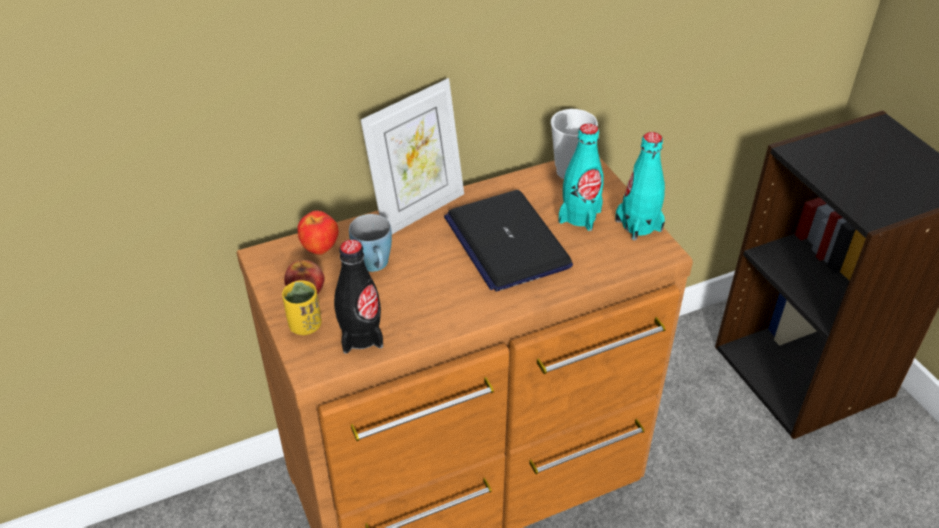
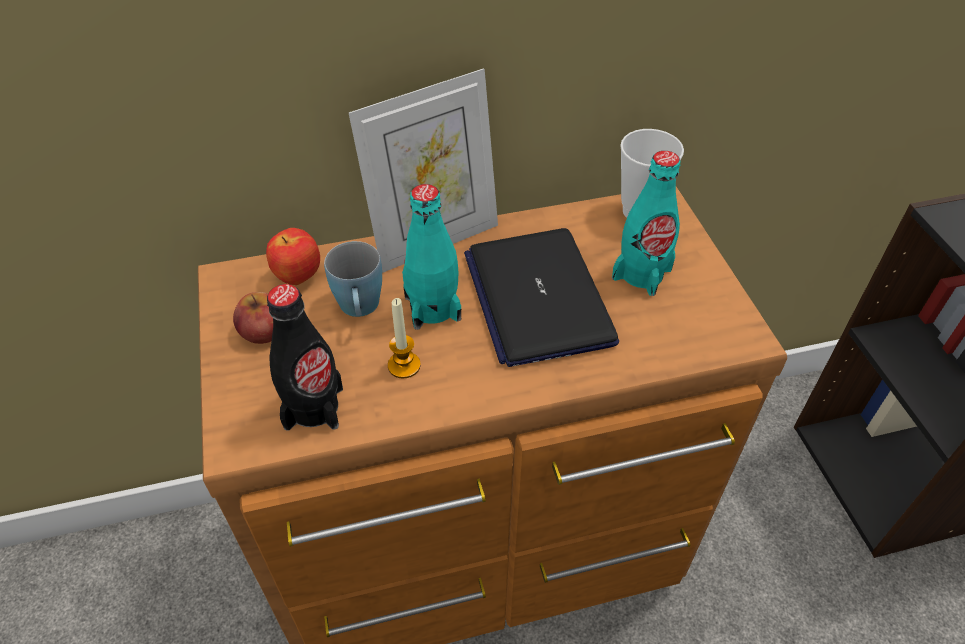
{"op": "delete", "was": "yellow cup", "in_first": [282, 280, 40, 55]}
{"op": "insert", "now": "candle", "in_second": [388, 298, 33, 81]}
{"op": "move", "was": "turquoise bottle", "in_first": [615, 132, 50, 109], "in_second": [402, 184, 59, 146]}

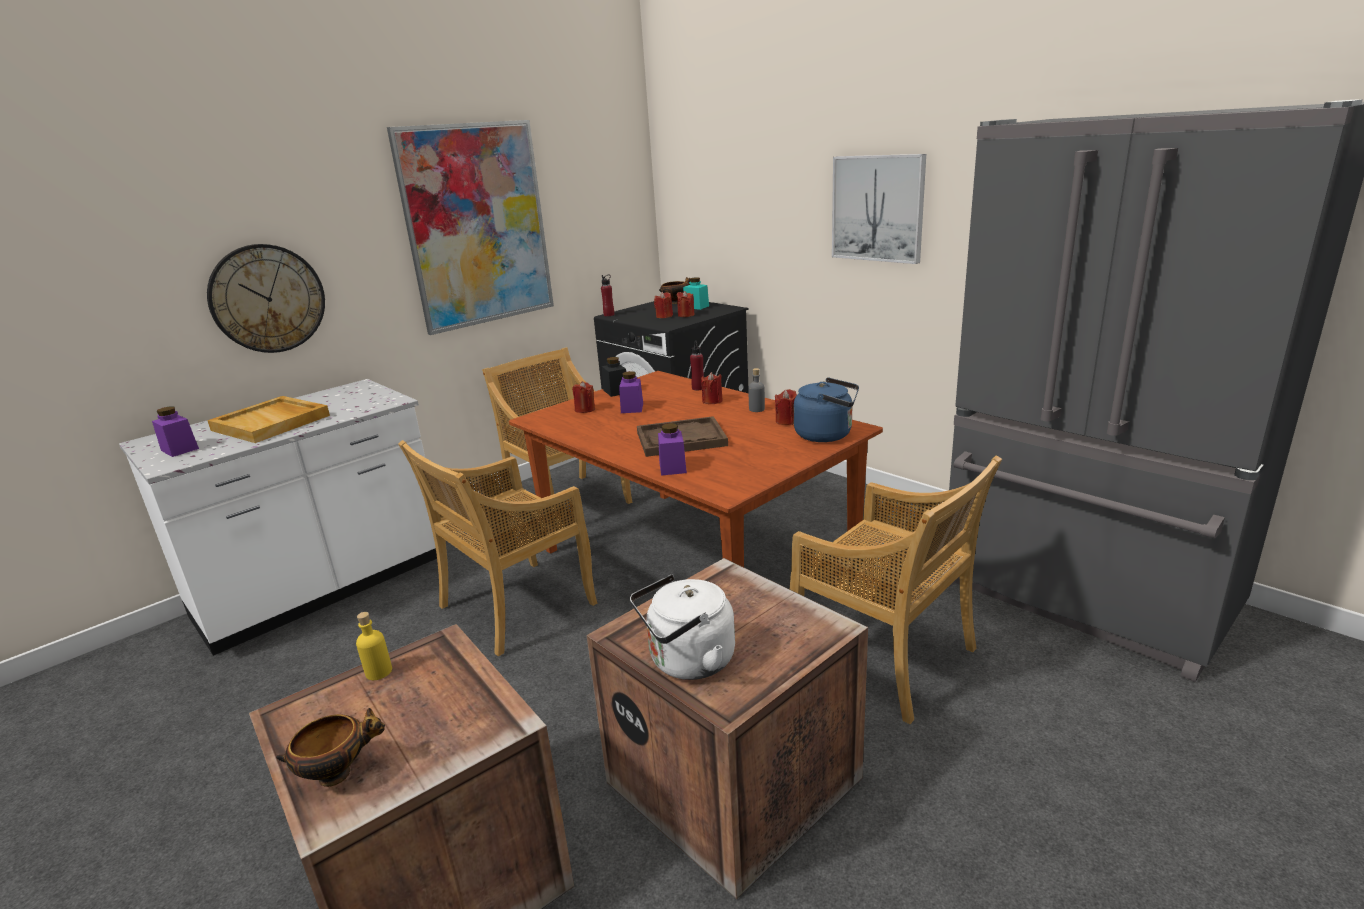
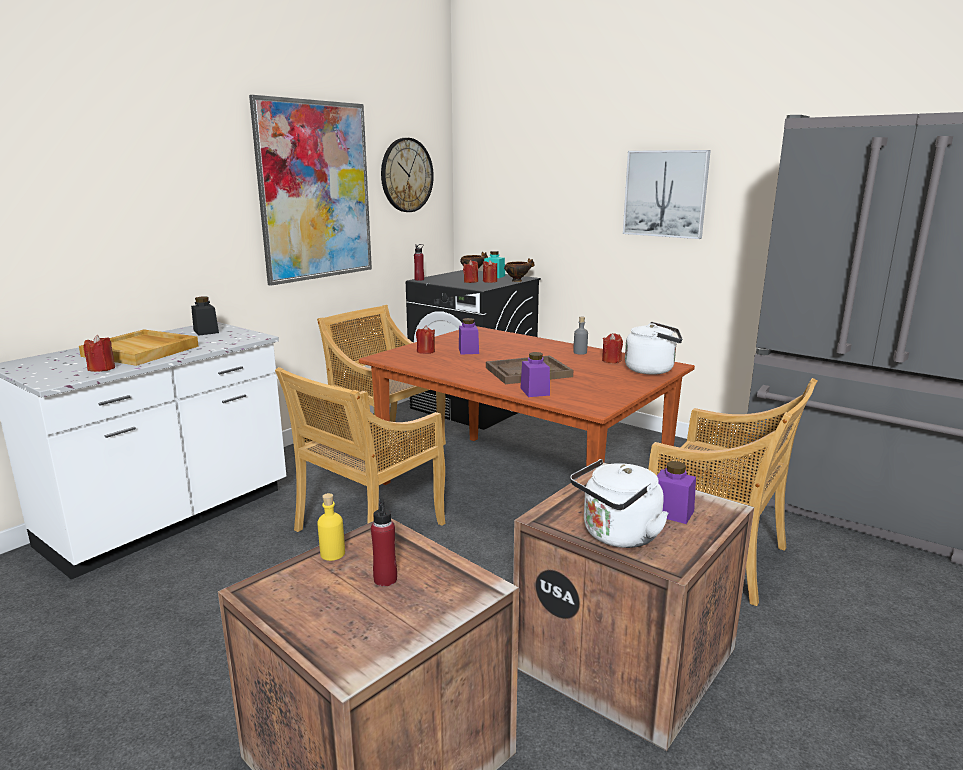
{"op": "move", "was": "purple jar", "in_first": [152, 406, 47, 51], "in_second": [657, 461, 39, 63]}
{"op": "move", "was": "wall clock", "in_first": [207, 244, 118, 109], "in_second": [381, 138, 53, 74]}
{"op": "move", "was": "bowl", "in_first": [276, 708, 109, 79], "in_second": [504, 258, 31, 24]}
{"op": "move", "was": "black jar", "in_first": [602, 357, 24, 40], "in_second": [191, 296, 28, 40]}
{"op": "move", "was": "red bottle", "in_first": [690, 340, 14, 51], "in_second": [371, 497, 26, 89]}
{"op": "move", "was": "red candle", "in_first": [701, 372, 22, 32], "in_second": [83, 335, 32, 37]}
{"op": "recolor", "was": "blue kettle", "now": "white kettle", "in_first": [794, 377, 65, 65], "in_second": [625, 322, 58, 53]}

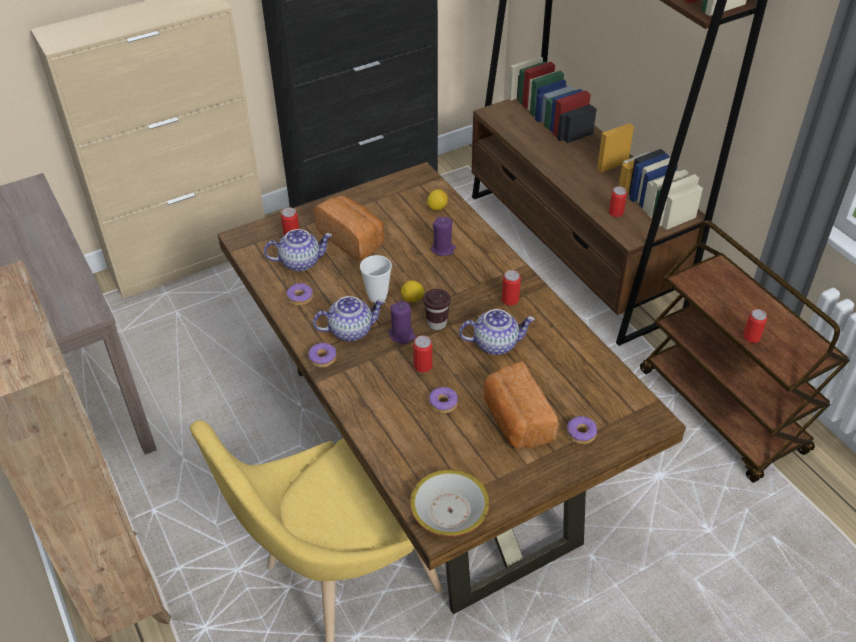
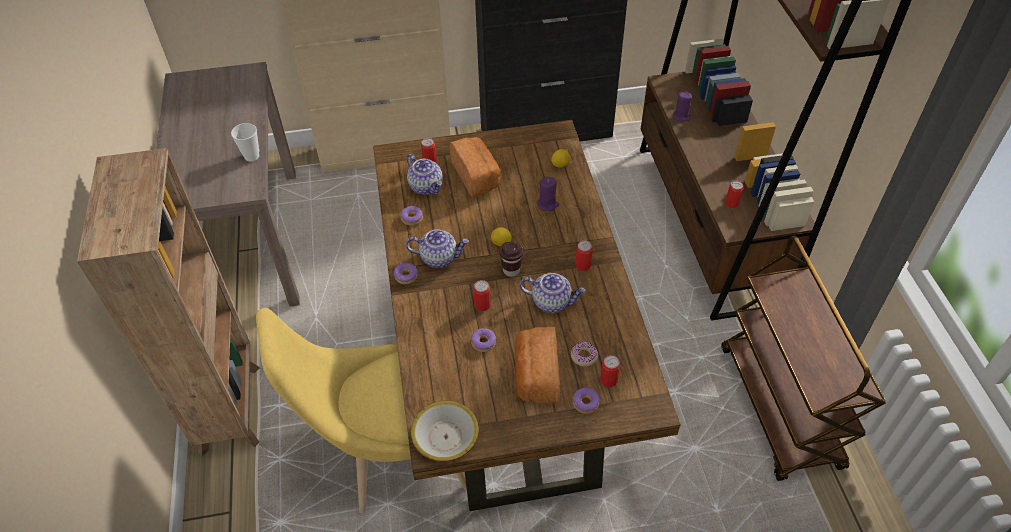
{"op": "insert", "now": "donut", "in_second": [571, 341, 27, 26]}
{"op": "move", "was": "cup", "in_first": [360, 255, 32, 48], "in_second": [231, 123, 28, 39]}
{"op": "move", "was": "purple candle", "in_first": [389, 301, 27, 43], "in_second": [673, 91, 19, 31]}
{"op": "move", "was": "can", "in_first": [743, 309, 24, 34], "in_second": [600, 355, 20, 32]}
{"op": "rotate", "was": "teapot", "in_first": [264, 229, 68, 42], "in_second": [407, 154, 36, 41], "clockwise": 45}

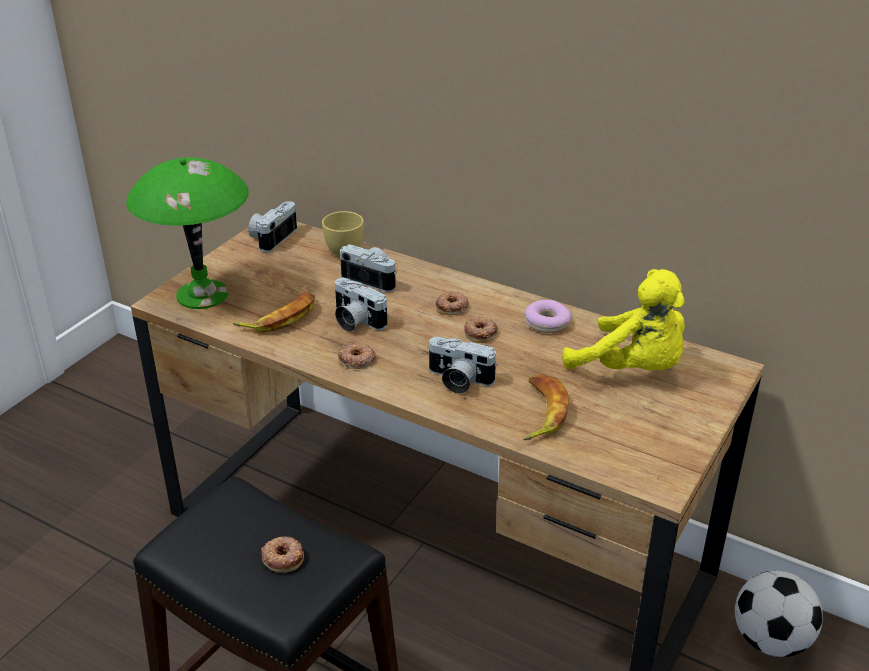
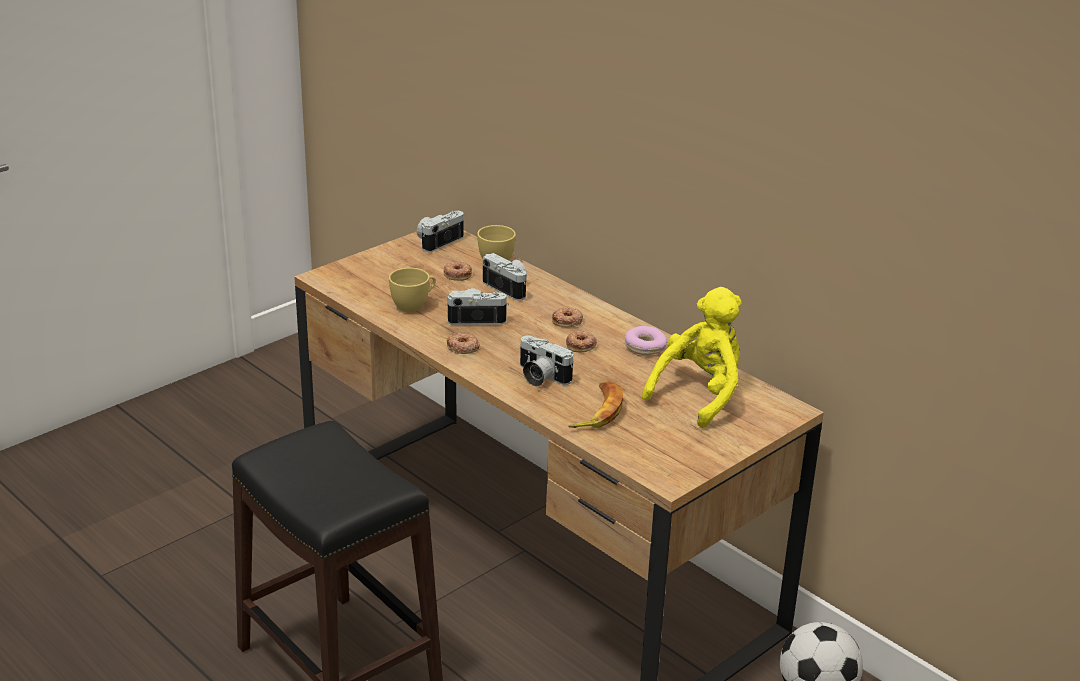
{"op": "delete", "was": "green table lamp", "in_first": [126, 157, 123, 152]}
{"op": "move", "was": "donut", "in_first": [261, 536, 43, 36], "in_second": [443, 261, 29, 20]}
{"op": "replace", "was": "banana", "now": "yellow cup", "in_first": [233, 293, 82, 39], "in_second": [389, 268, 47, 44]}
{"op": "rotate", "was": "photo camera", "in_first": [335, 278, 52, 54], "in_second": [445, 288, 64, 37], "clockwise": 120}
{"op": "rotate", "was": "yellow plush toy", "in_first": [562, 269, 123, 101], "in_second": [642, 287, 100, 141], "clockwise": -105}

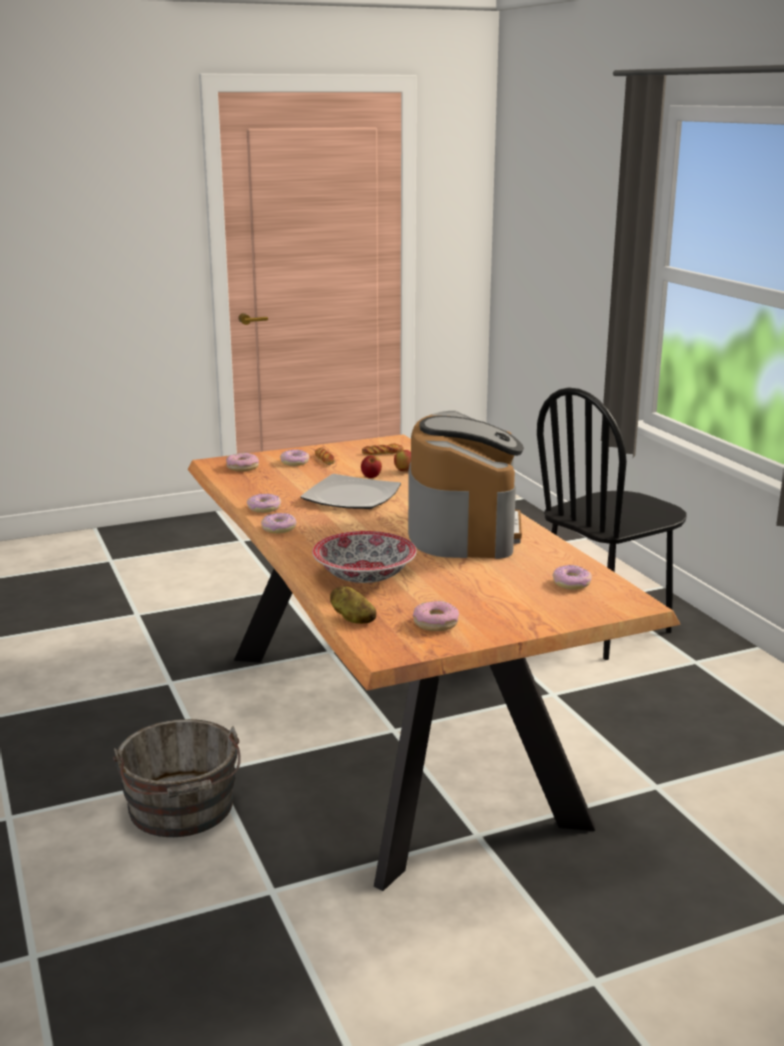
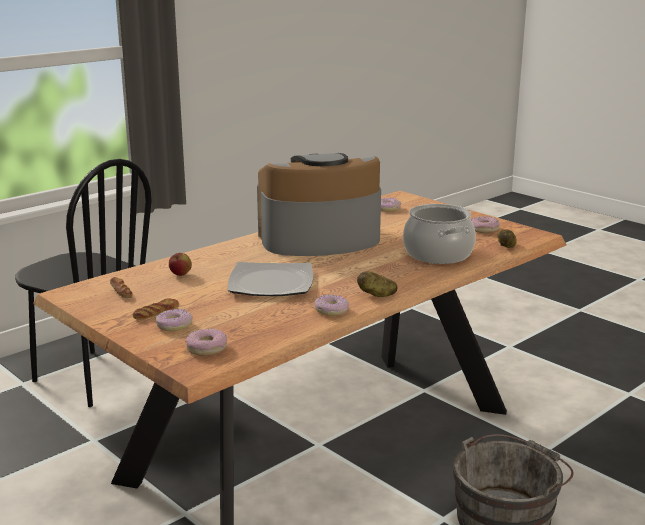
{"op": "delete", "was": "apple", "in_first": [361, 455, 21, 23]}
{"op": "replace", "was": "donut", "now": "potato", "in_first": [261, 513, 35, 21], "in_second": [357, 271, 41, 26]}
{"op": "replace", "was": "bowl", "now": "cooking pot", "in_first": [312, 531, 105, 52], "in_second": [403, 204, 73, 60]}

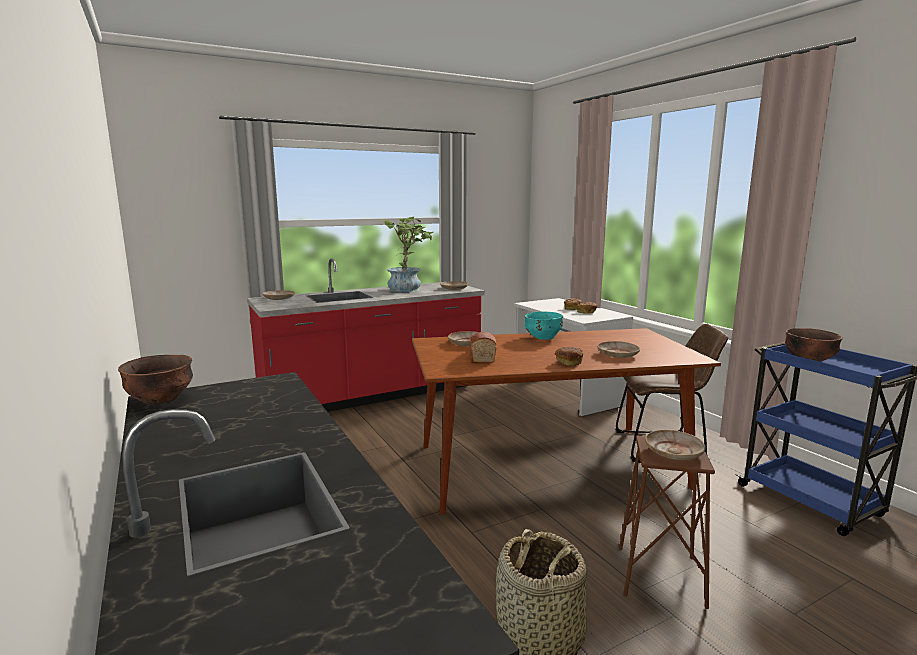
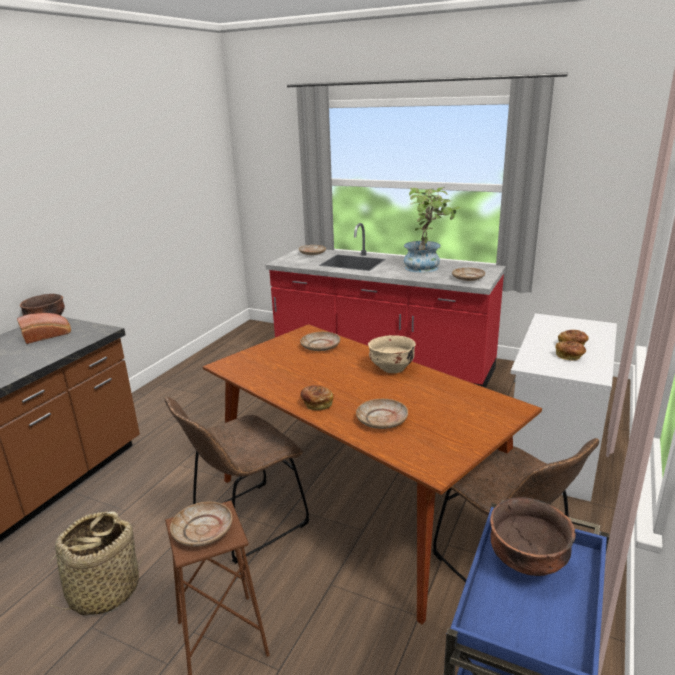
{"op": "insert", "now": "brown chair", "in_second": [165, 397, 145, 167]}
{"op": "move", "was": "bread", "in_first": [470, 332, 27, 31], "in_second": [17, 313, 54, 31]}
{"op": "recolor", "was": "turquoise bowl", "now": "beige bowl", "in_first": [524, 312, 40, 28], "in_second": [368, 335, 48, 38]}

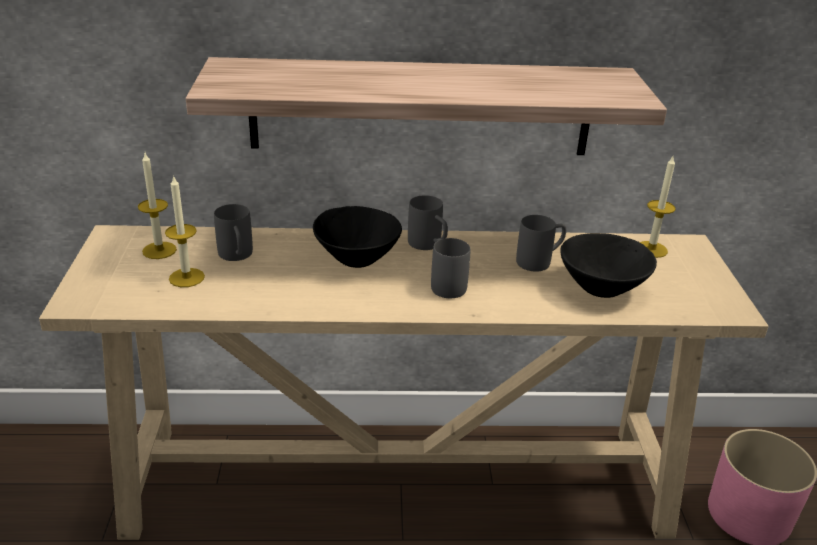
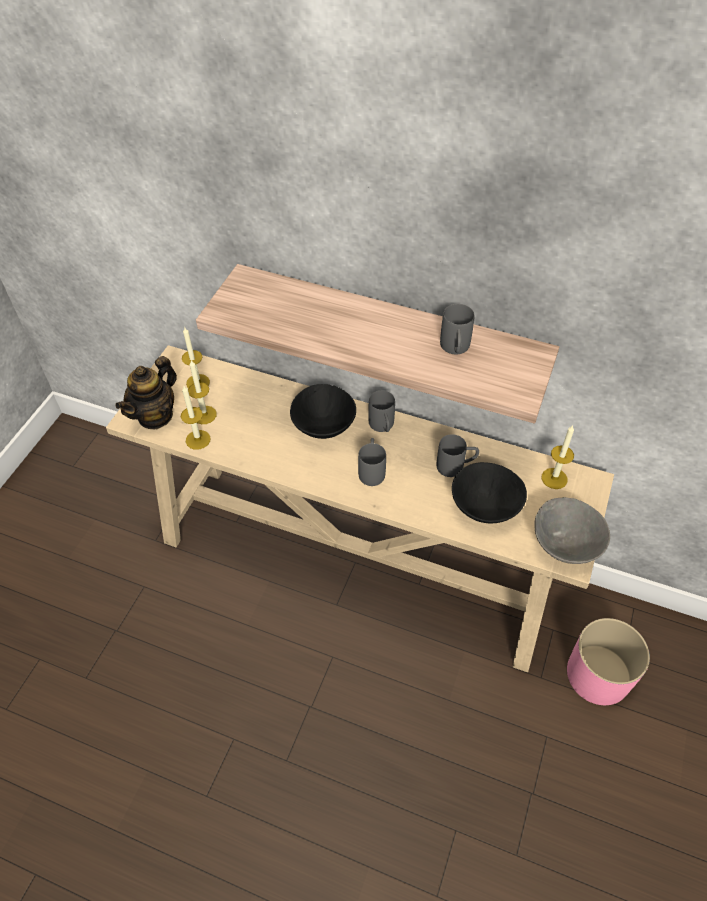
{"op": "insert", "now": "teapot", "in_second": [115, 356, 62, 74]}
{"op": "insert", "now": "candle", "in_second": [181, 386, 30, 64]}
{"op": "insert", "now": "grey bowl", "in_second": [534, 497, 76, 67]}
{"op": "move", "was": "grey mug", "in_first": [214, 204, 39, 57], "in_second": [440, 304, 34, 50]}

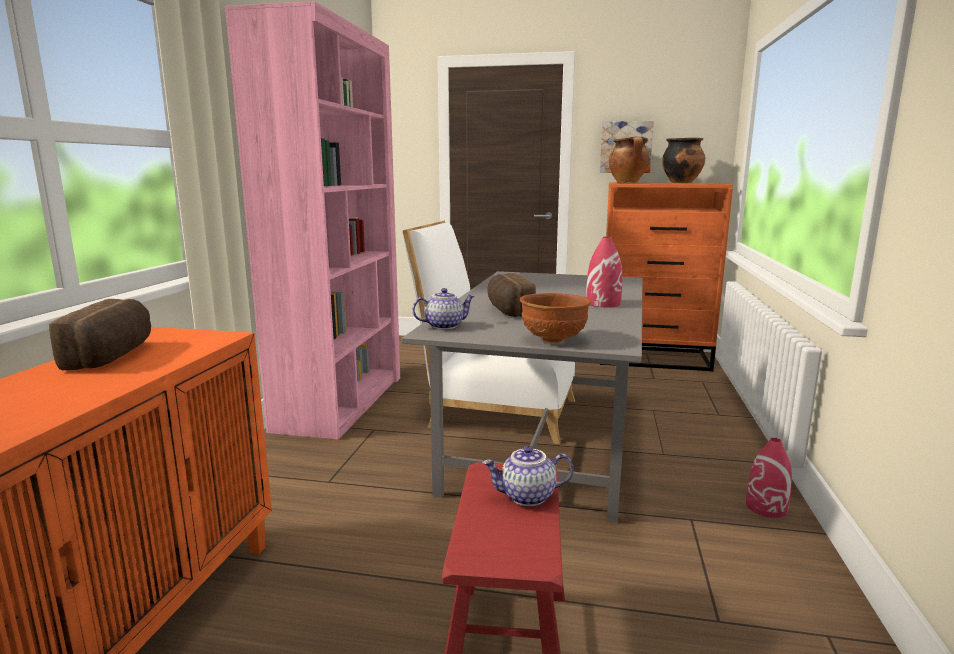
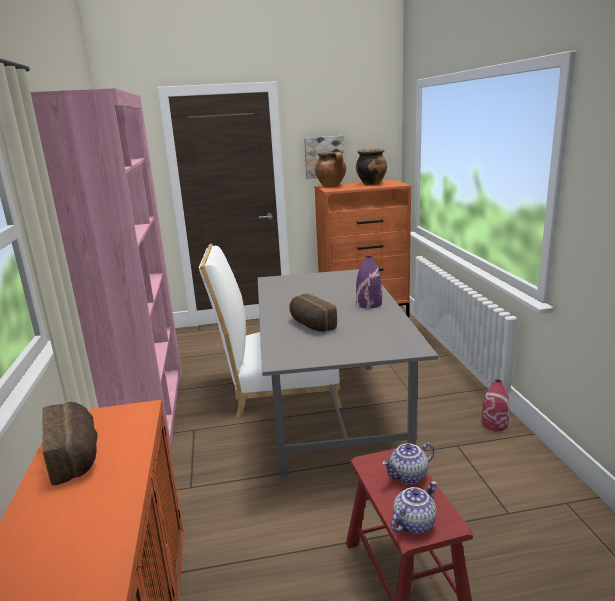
{"op": "delete", "was": "brown bowl", "in_first": [520, 293, 71, 50]}
{"op": "move", "was": "teapot", "in_first": [412, 288, 63, 41], "in_second": [391, 481, 46, 53]}
{"op": "recolor", "was": "red vase", "now": "purple vase", "in_first": [586, 237, 36, 70], "in_second": [356, 256, 26, 53]}

